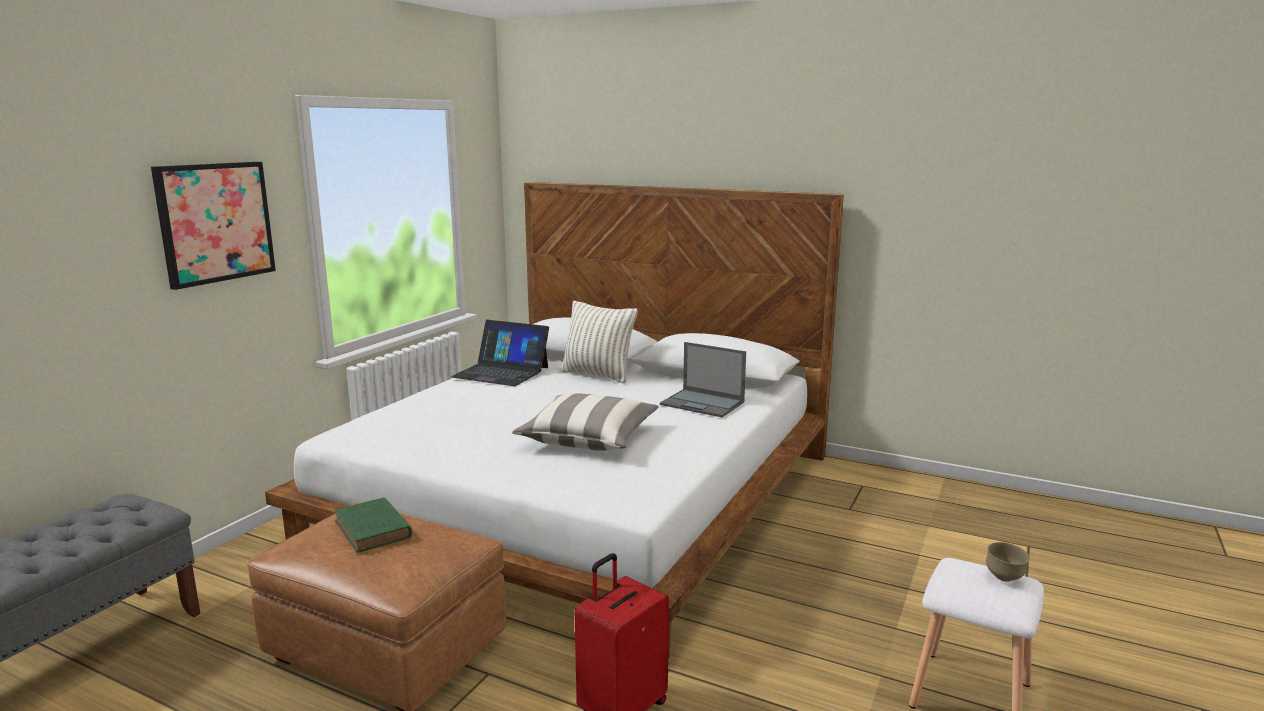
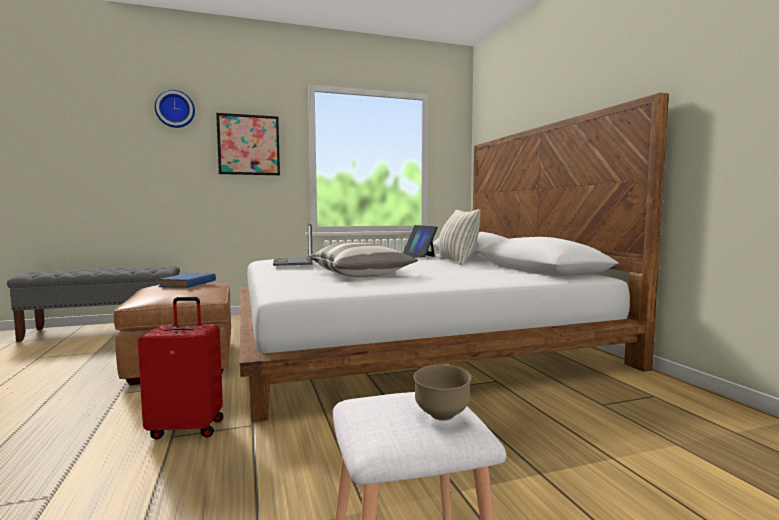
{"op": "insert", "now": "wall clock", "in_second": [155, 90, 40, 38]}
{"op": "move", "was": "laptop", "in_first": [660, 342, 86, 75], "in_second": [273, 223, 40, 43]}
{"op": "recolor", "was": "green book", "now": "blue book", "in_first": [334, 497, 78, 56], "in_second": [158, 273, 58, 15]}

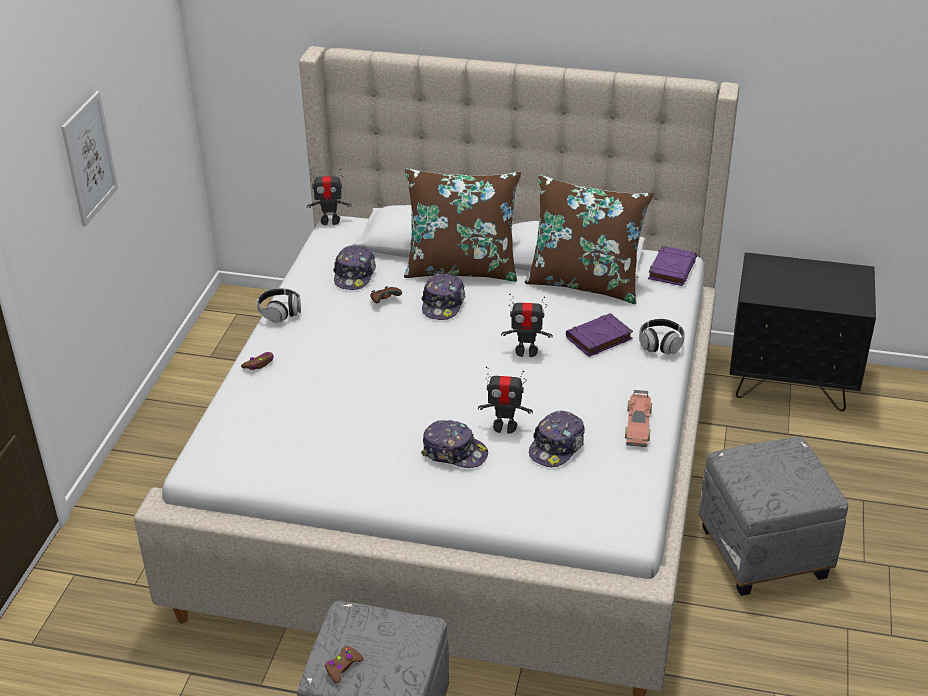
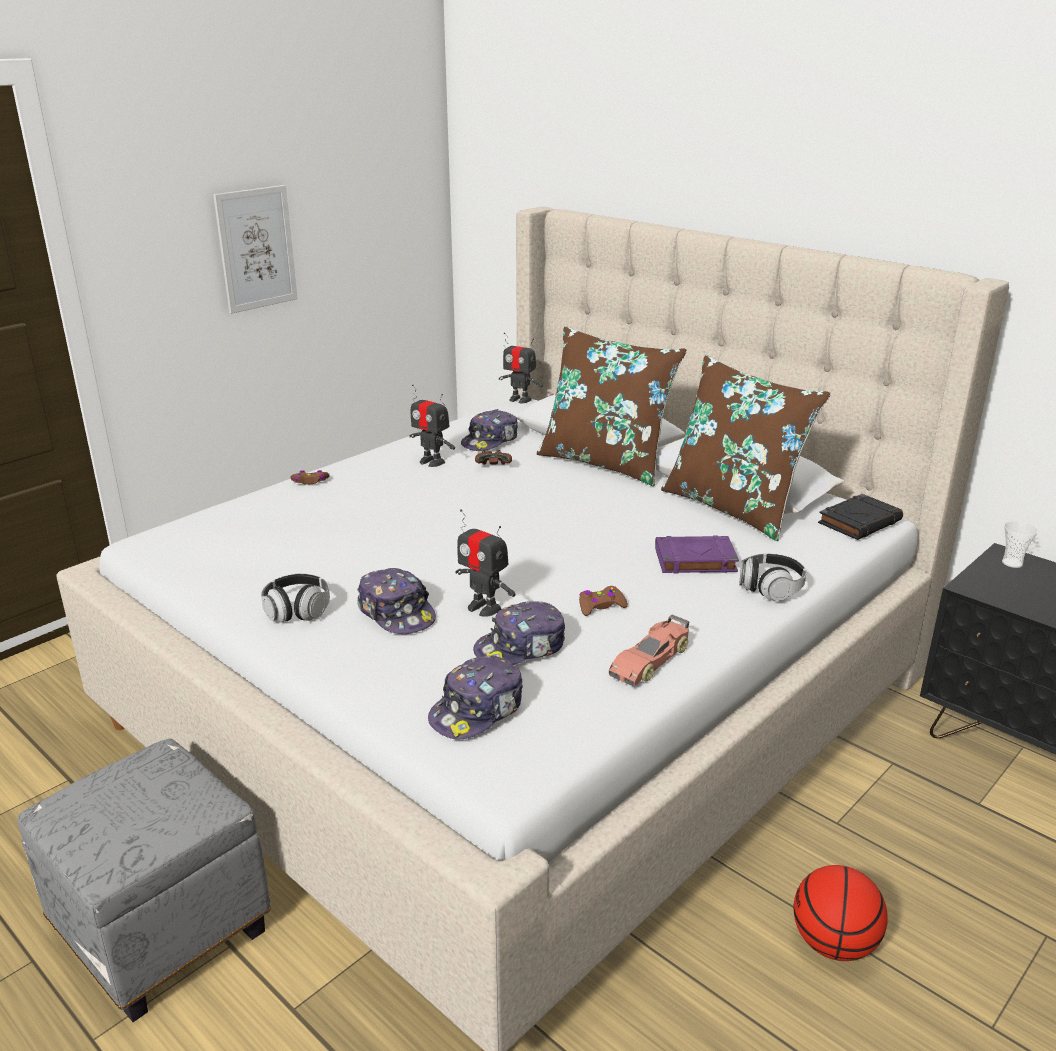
{"op": "insert", "now": "cup", "in_second": [1002, 521, 36, 47]}
{"op": "move", "was": "headphones", "in_first": [257, 288, 44, 35], "in_second": [261, 574, 69, 48]}
{"op": "move", "was": "brown game controller", "in_first": [325, 646, 39, 37], "in_second": [579, 586, 49, 30]}
{"op": "move", "was": "cap", "in_first": [422, 273, 44, 47], "in_second": [428, 655, 95, 84]}
{"op": "move", "was": "toy robot", "in_first": [501, 294, 52, 63], "in_second": [410, 385, 45, 82]}
{"op": "replace", "was": "grey ottoman", "now": "basketball", "in_first": [699, 437, 149, 159], "in_second": [794, 865, 94, 96]}
{"op": "recolor", "was": "purple book", "now": "black book", "in_first": [648, 246, 49, 40], "in_second": [818, 494, 85, 46]}

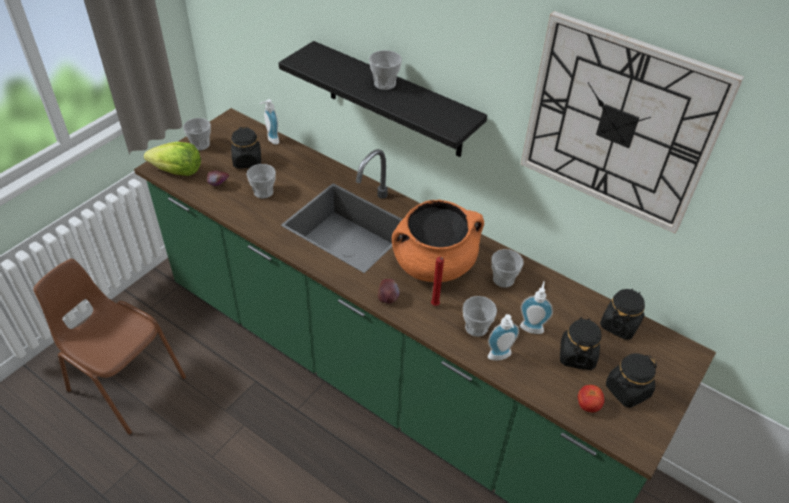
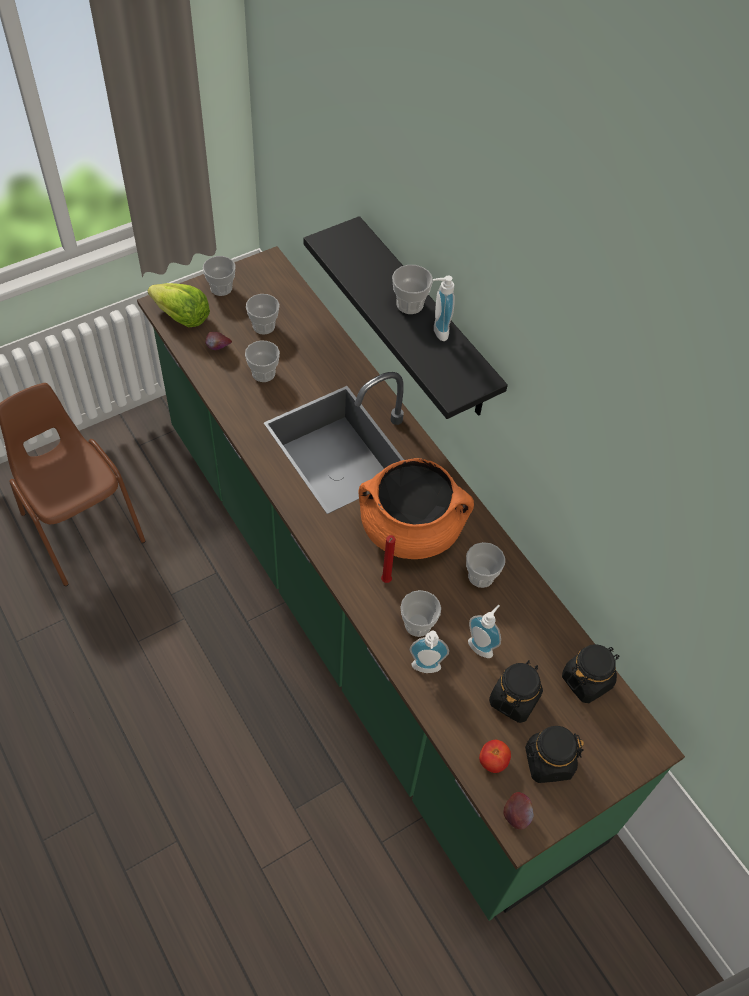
{"op": "delete", "was": "wall clock", "in_first": [521, 11, 223, 223]}
{"op": "move", "was": "soap dispenser", "in_first": [260, 99, 19, 45], "in_second": [433, 276, 22, 65]}
{"op": "move", "was": "apple", "in_first": [378, 279, 22, 25], "in_second": [503, 792, 31, 38]}
{"op": "replace", "was": "black jar", "now": "cup", "in_first": [231, 127, 30, 41], "in_second": [246, 294, 34, 41]}

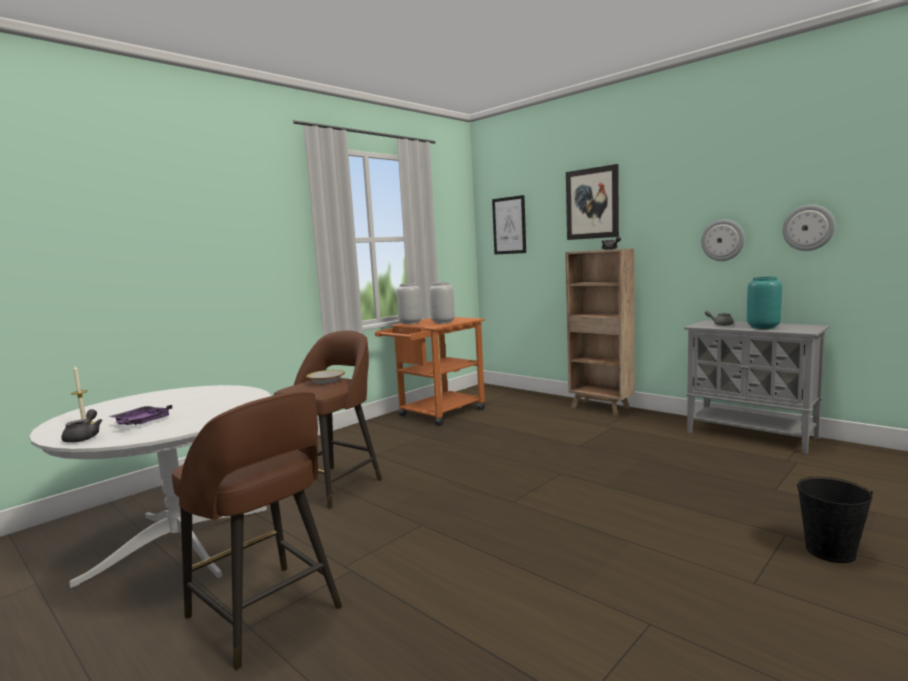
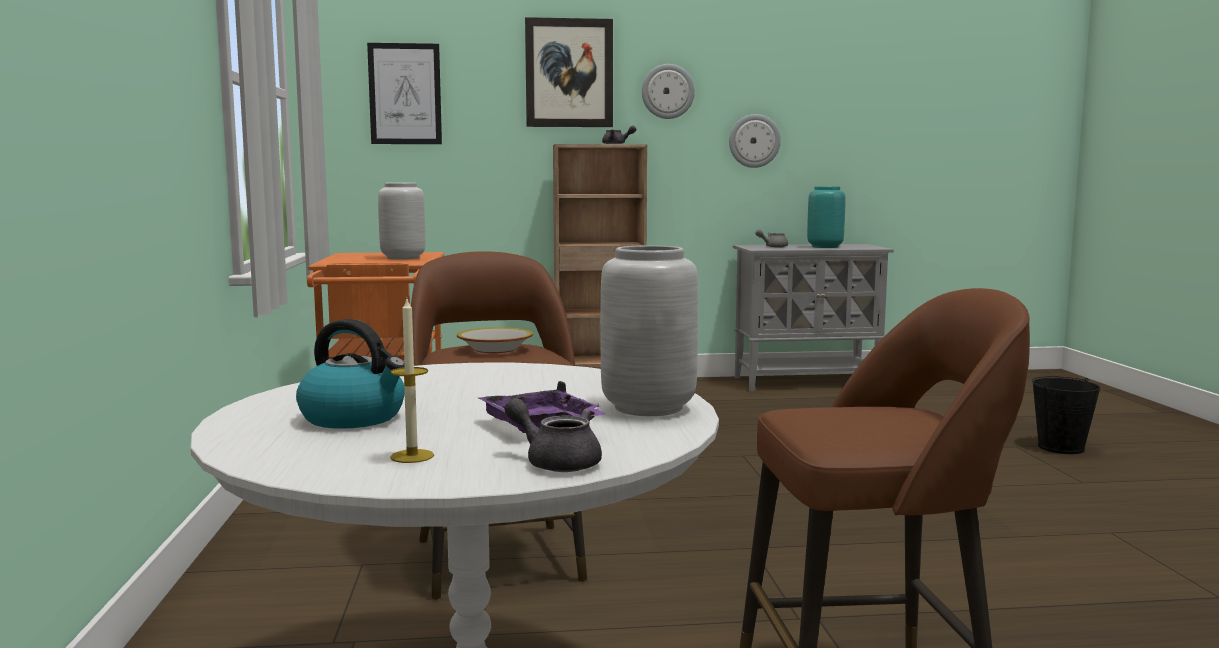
{"op": "insert", "now": "kettle", "in_second": [296, 319, 109, 110]}
{"op": "move", "was": "grey vase", "in_first": [397, 283, 25, 41], "in_second": [600, 245, 99, 171]}
{"op": "move", "was": "wall clock", "in_first": [782, 205, 53, 46], "in_second": [642, 64, 53, 55]}

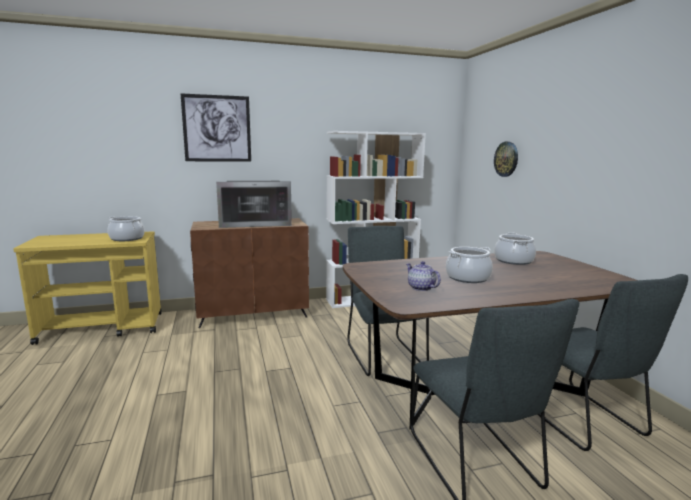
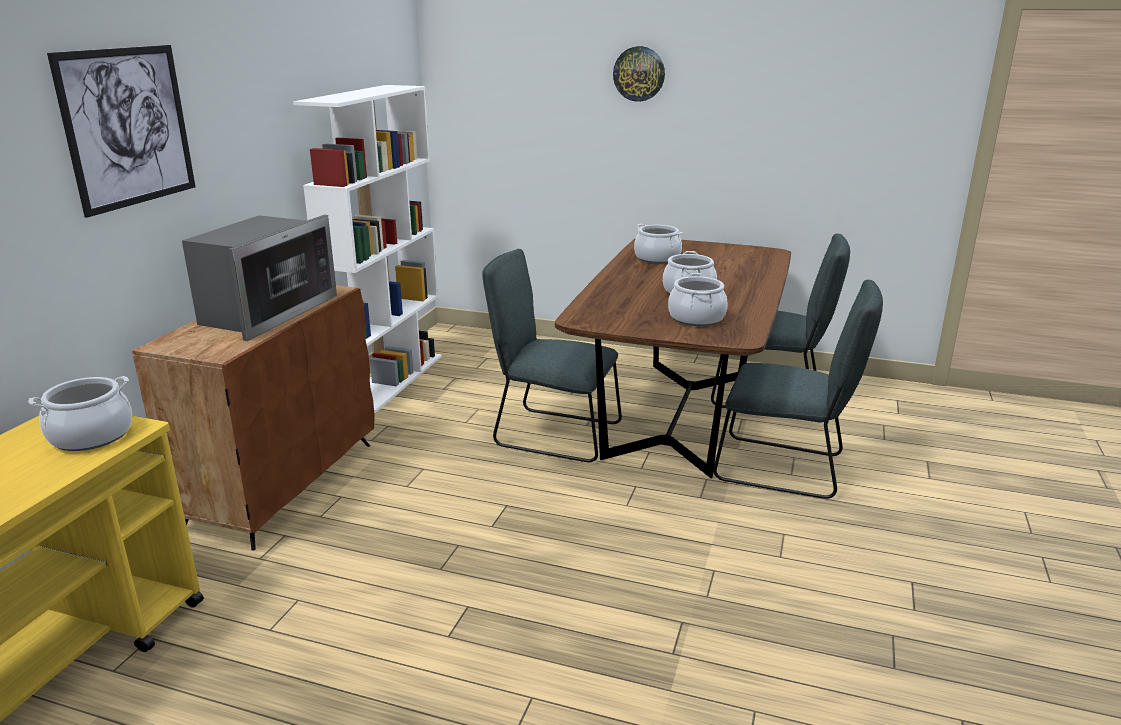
{"op": "move", "was": "wall clock", "in_first": [494, 142, 24, 35], "in_second": [613, 46, 52, 56]}
{"op": "replace", "was": "teapot", "now": "cooking pot", "in_first": [406, 261, 35, 30], "in_second": [668, 273, 60, 53]}

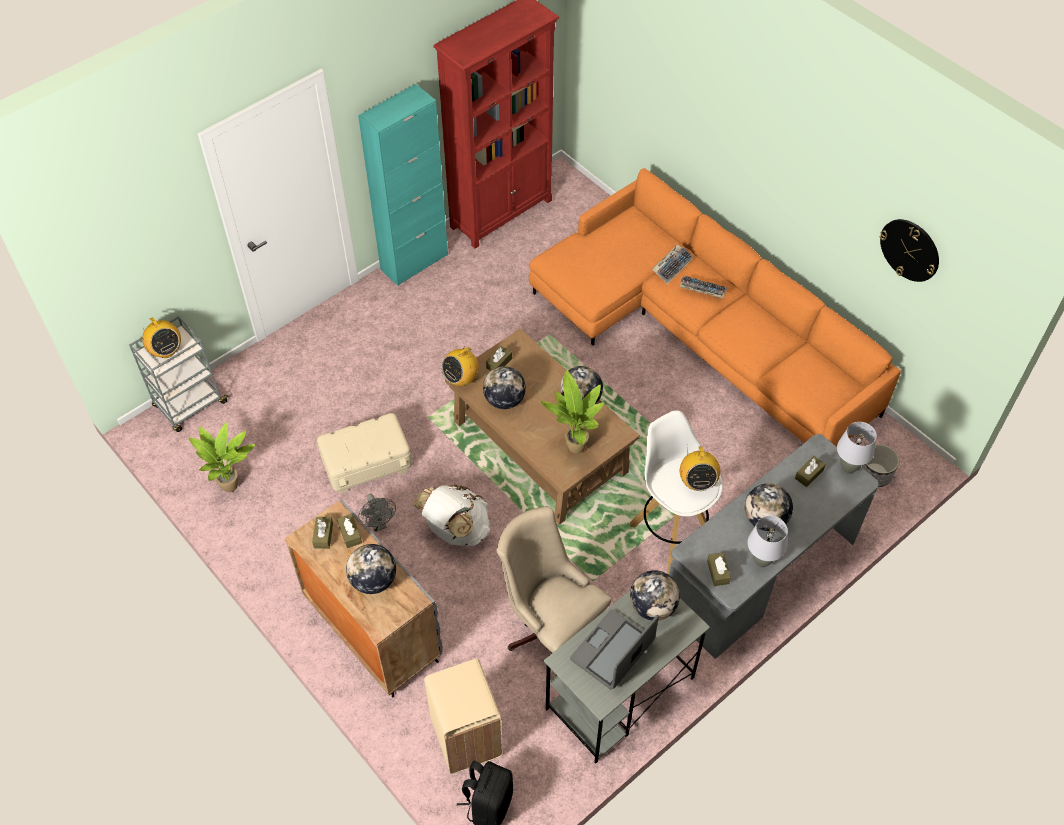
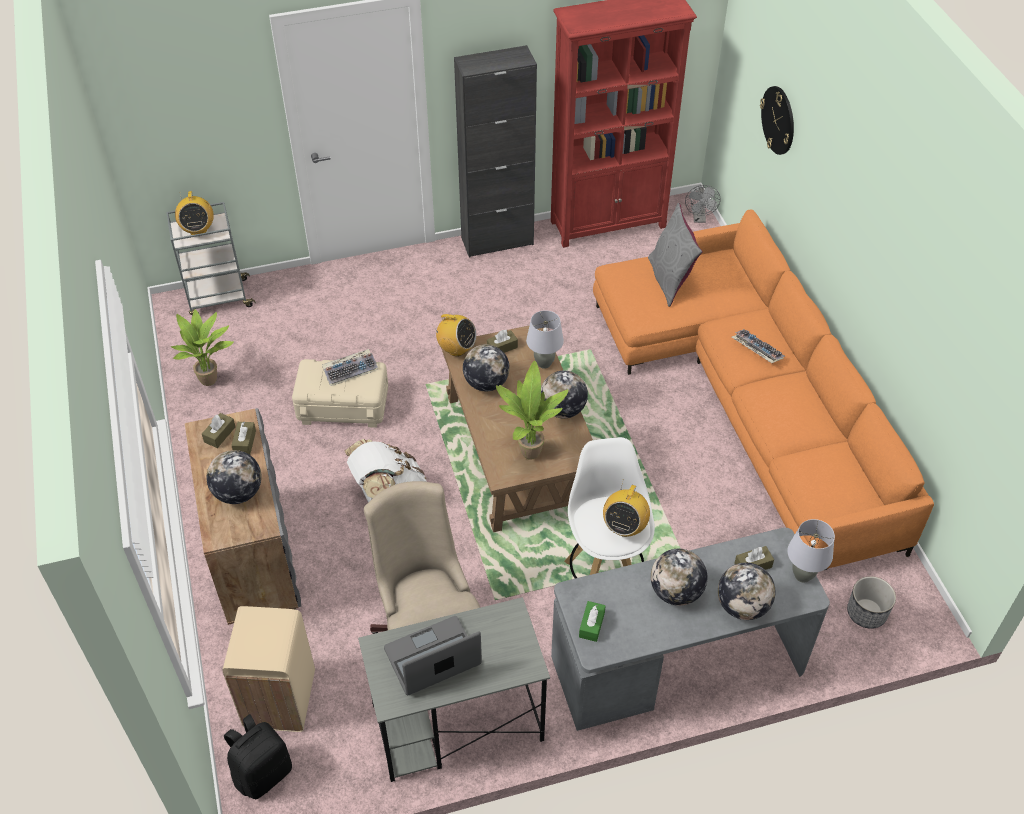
{"op": "insert", "now": "grey pillow", "in_second": [648, 203, 54, 104]}
{"op": "move", "was": "grey fan", "in_first": [358, 494, 38, 38], "in_second": [685, 185, 35, 38]}
{"op": "move", "was": "globe", "in_first": [630, 570, 50, 51], "in_second": [718, 563, 57, 57]}
{"op": "move", "was": "keyboard", "in_first": [652, 244, 41, 40], "in_second": [322, 349, 56, 37]}
{"op": "move", "was": "grey table lamp", "in_first": [748, 516, 40, 51], "in_second": [526, 310, 38, 59]}
{"op": "move", "was": "wall clock", "in_first": [880, 219, 59, 63], "in_second": [760, 86, 34, 69]}
{"op": "recolor", "was": "turquoise cabinet", "now": "black cabinet", "in_first": [358, 84, 90, 202], "in_second": [454, 45, 83, 212]}
{"op": "recolor", "was": "brown tissue box", "now": "green tissue box", "in_first": [707, 552, 24, 34], "in_second": [579, 601, 27, 41]}
{"op": "rotate", "was": "radio", "in_first": [442, 342, 37, 44], "in_second": [433, 314, 43, 42], "clockwise": -135}

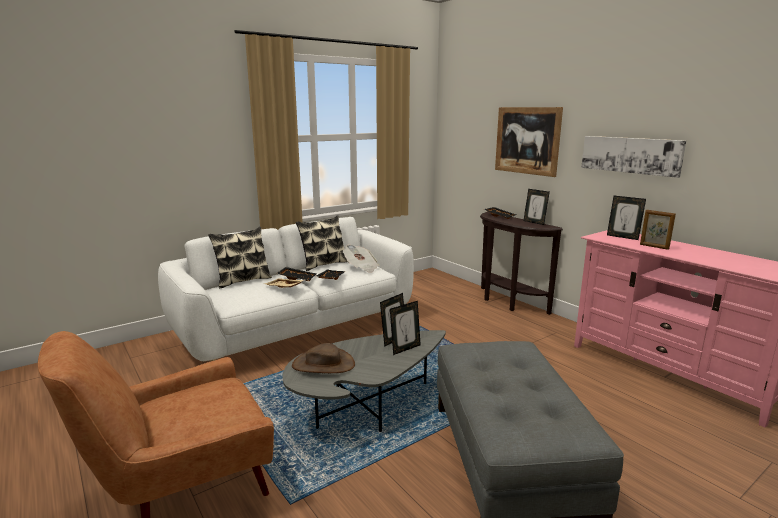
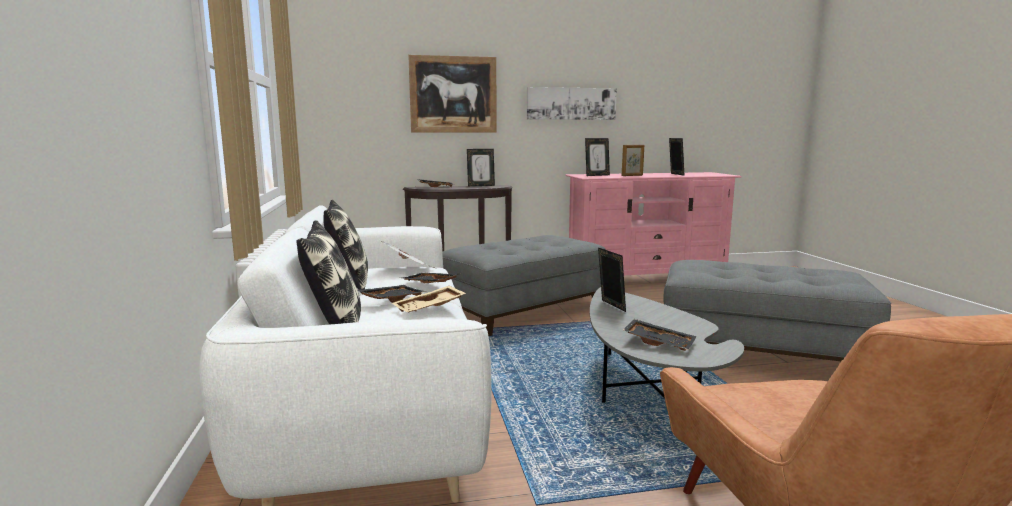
{"op": "insert", "now": "grey ottoman", "in_second": [443, 235, 163, 101]}
{"op": "move", "was": "picture frame", "in_first": [390, 301, 31, 54], "in_second": [669, 138, 15, 38]}
{"op": "replace", "was": "brown hat", "now": "black tray", "in_first": [292, 343, 63, 30], "in_second": [623, 319, 74, 32]}

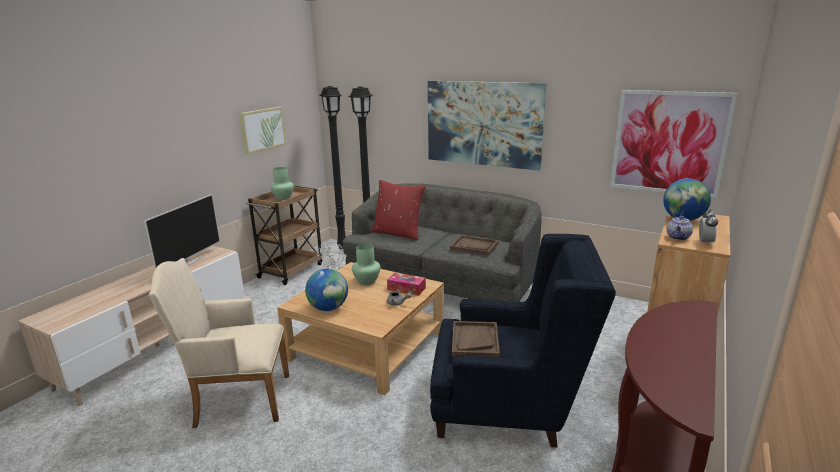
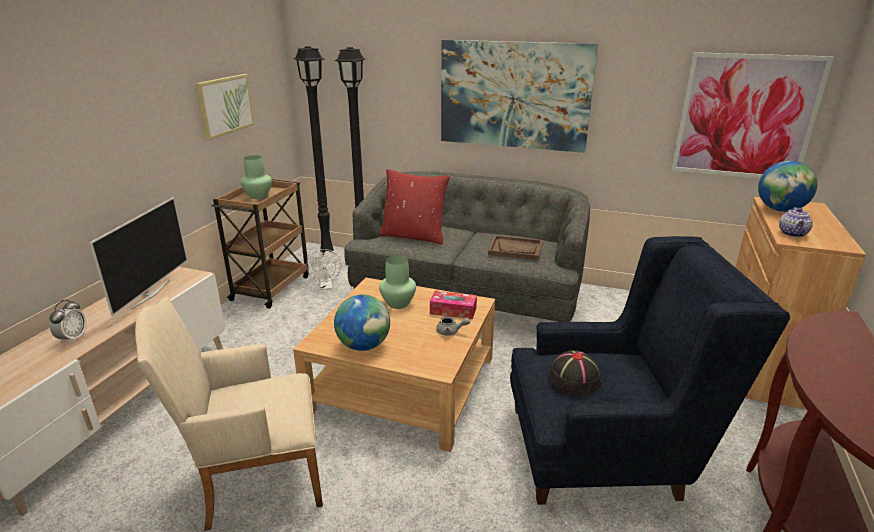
{"op": "move", "was": "alarm clock", "in_first": [699, 209, 19, 37], "in_second": [49, 300, 37, 44]}
{"op": "replace", "was": "brown tray", "now": "black hat", "in_first": [452, 321, 48, 36], "in_second": [549, 350, 52, 45]}

